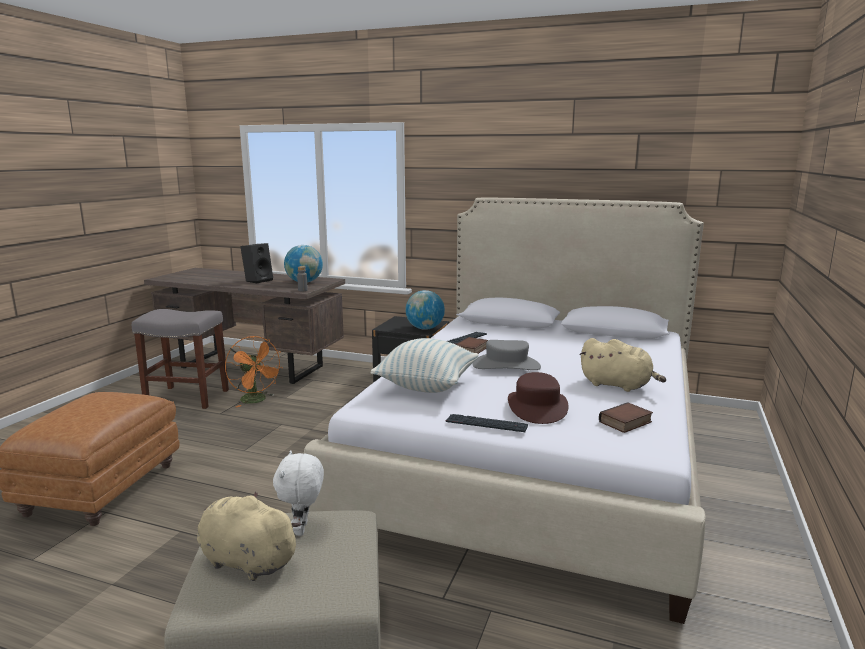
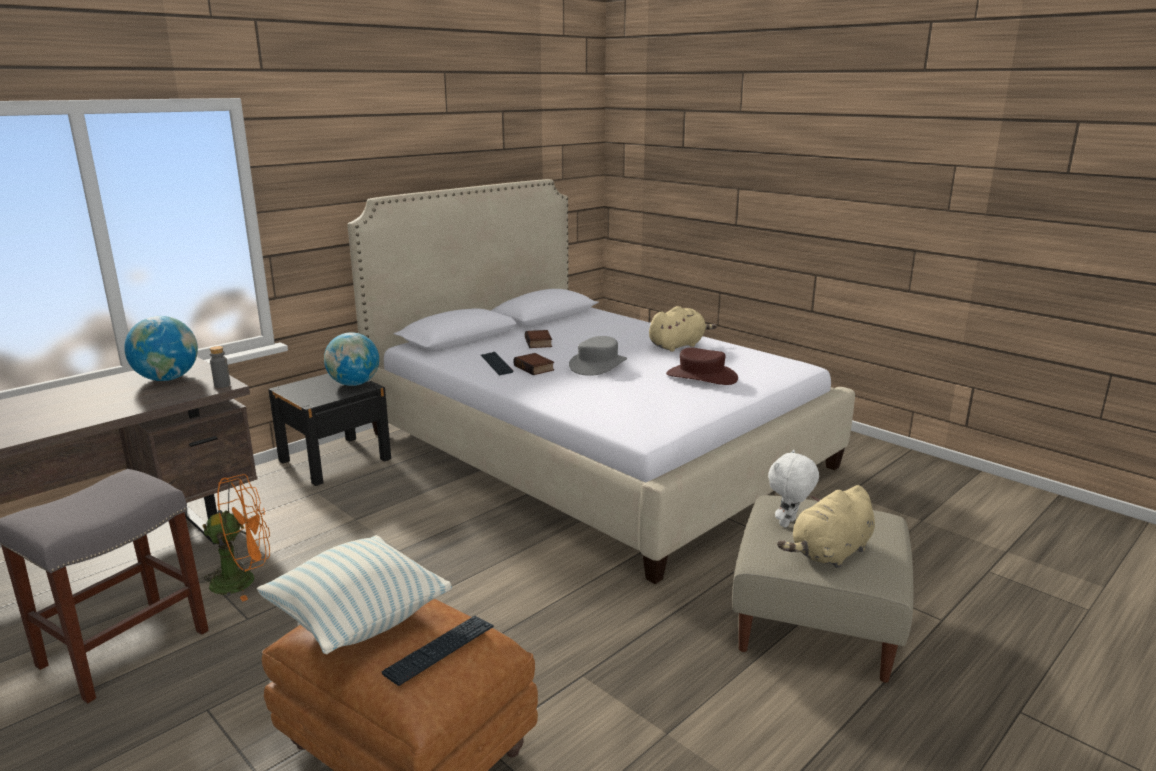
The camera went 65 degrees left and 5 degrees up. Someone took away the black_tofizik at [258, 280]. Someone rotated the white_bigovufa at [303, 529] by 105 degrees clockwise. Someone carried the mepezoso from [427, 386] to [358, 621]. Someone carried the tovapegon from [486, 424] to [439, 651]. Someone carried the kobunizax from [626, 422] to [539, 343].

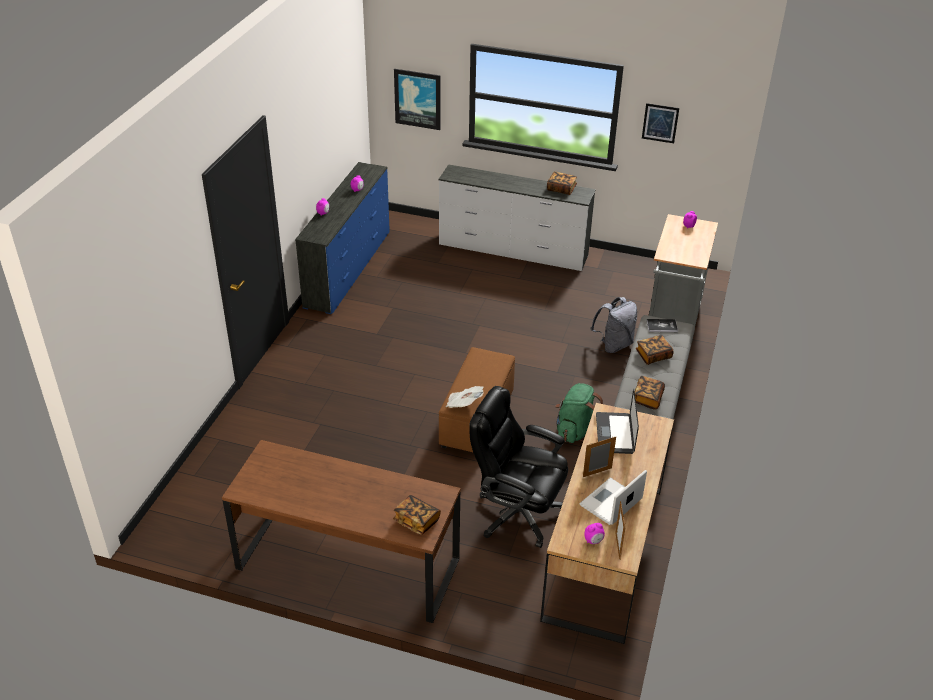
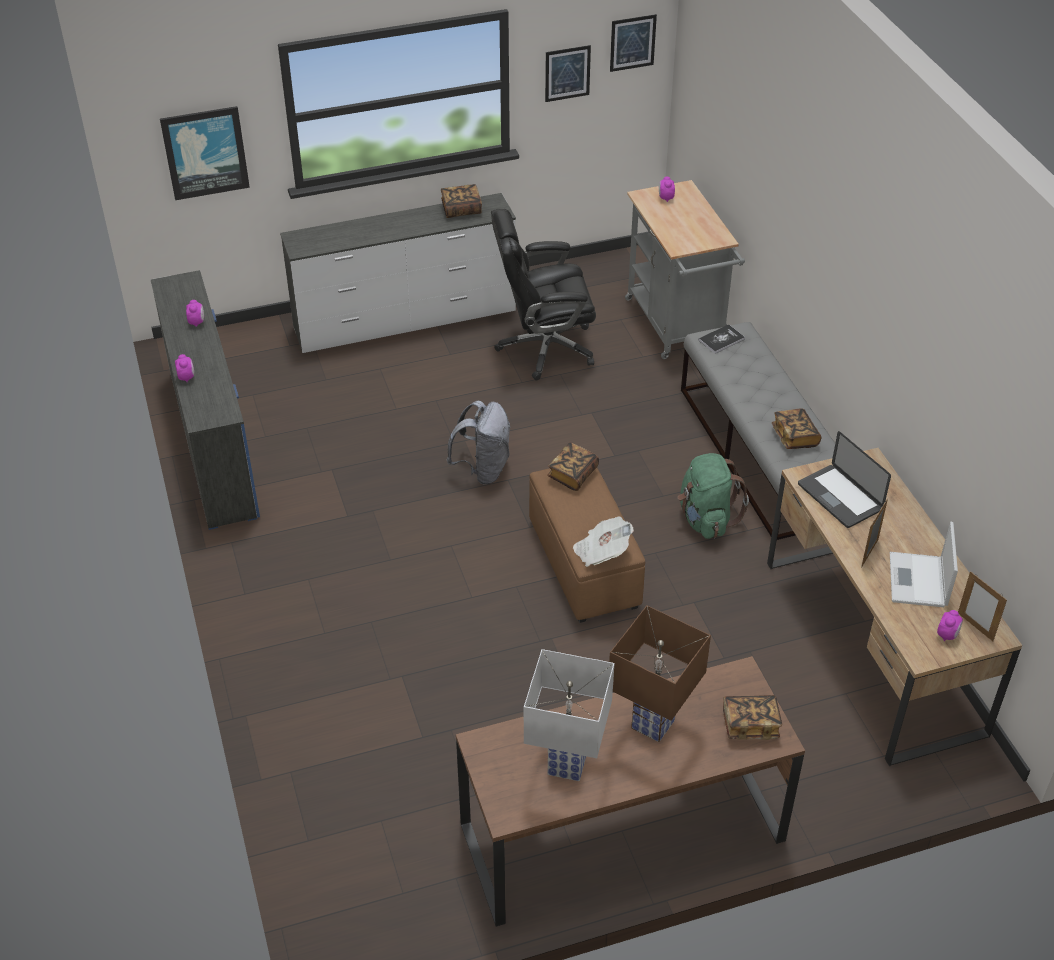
The camera went 35 degrees left and 5 degrees up. Someone carried the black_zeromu from [517, 513] to [544, 348]. Someone carried the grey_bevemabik from [614, 345] to [483, 469]. Someone carried the kobunizax from [653, 356] to [572, 474]. Someone put down the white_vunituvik at [567, 766]. Someone put down the brown_vunituvik at [654, 724]. Someone put up the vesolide at [632, 42].

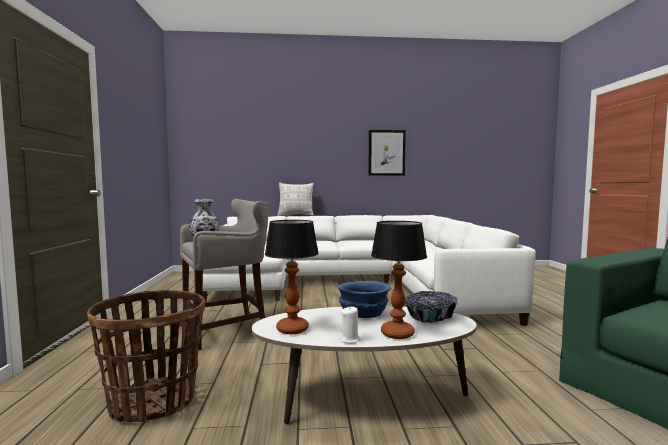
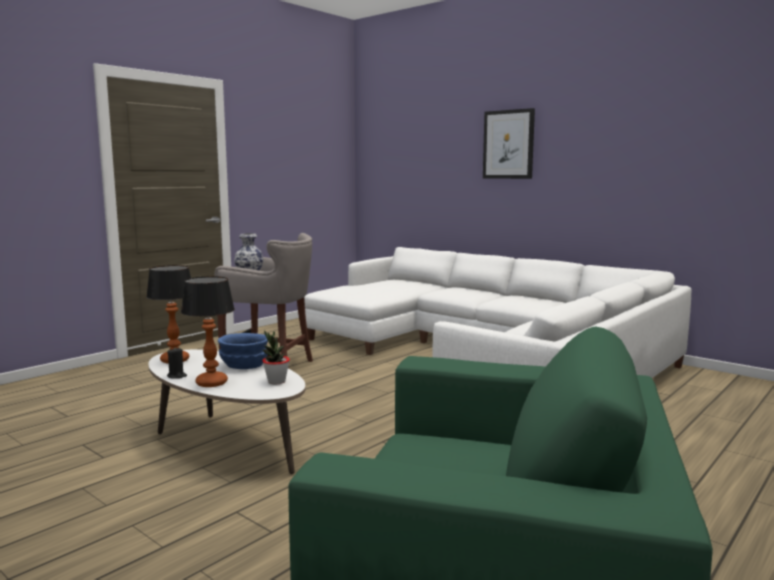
The camera went 45 degrees right and 5 degrees up. Someone took away the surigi at [153, 402]. Someone took away the mepezoso at [296, 215]. Someone repainted the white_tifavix at [350, 340], which became the black_tifavix at [177, 376]. Someone carried the vesolide from [386, 153] to [508, 144]. Someone swapped the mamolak at [429, 316] for the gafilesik at [276, 381].

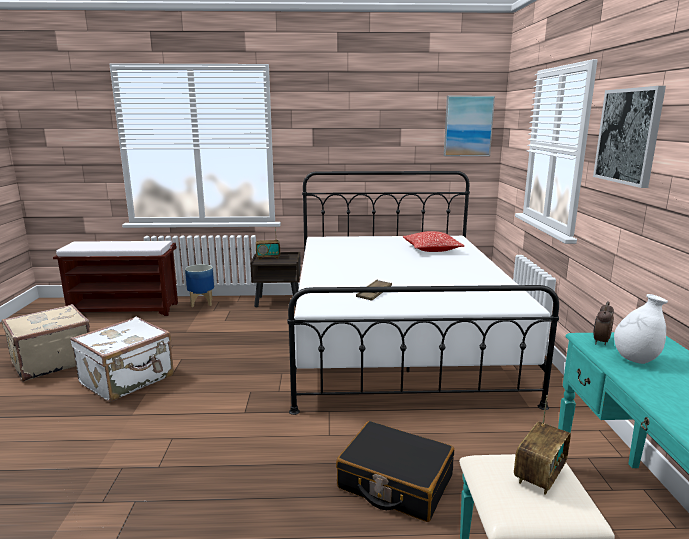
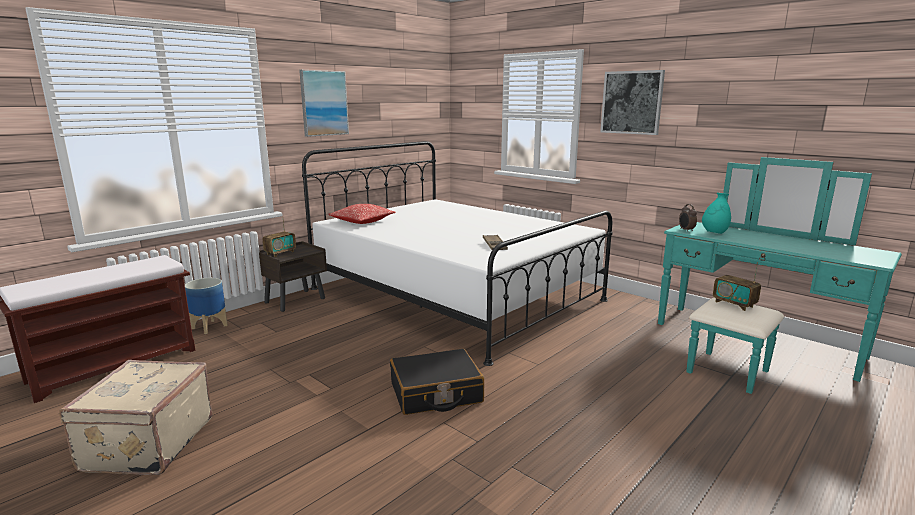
The camera went 45 degrees left and 0 degrees up. Someone took away the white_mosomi at [128, 380]. Someone carried the black_mosomi from [395, 482] to [436, 393]. Someone carried the mepezoso from [431, 249] to [362, 221]. Someone carried the vesolide from [468, 126] to [324, 103]. Someone rotated the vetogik at [539, 475] by 150 degrees clockwise. Someone repainted the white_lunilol at [635, 359], which became the turquoise_lunilol at [714, 233].

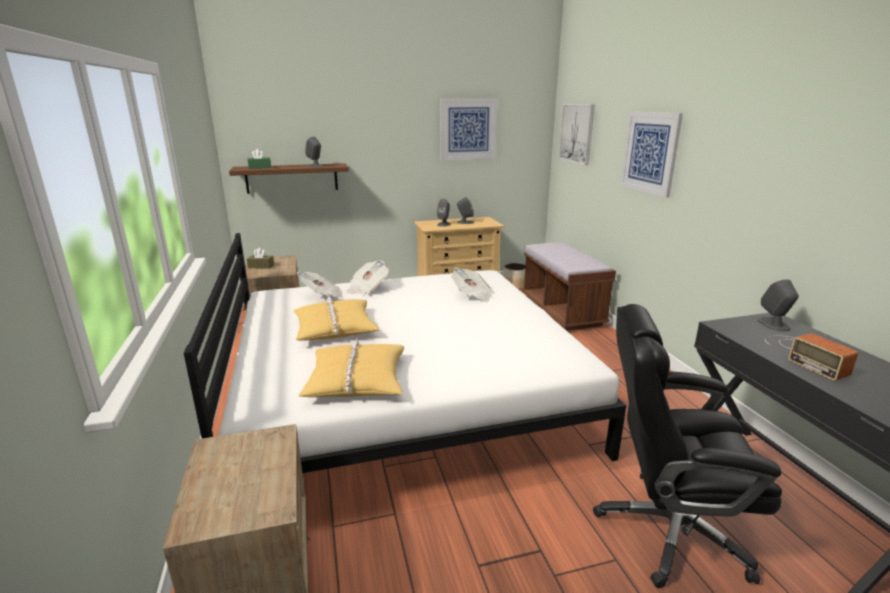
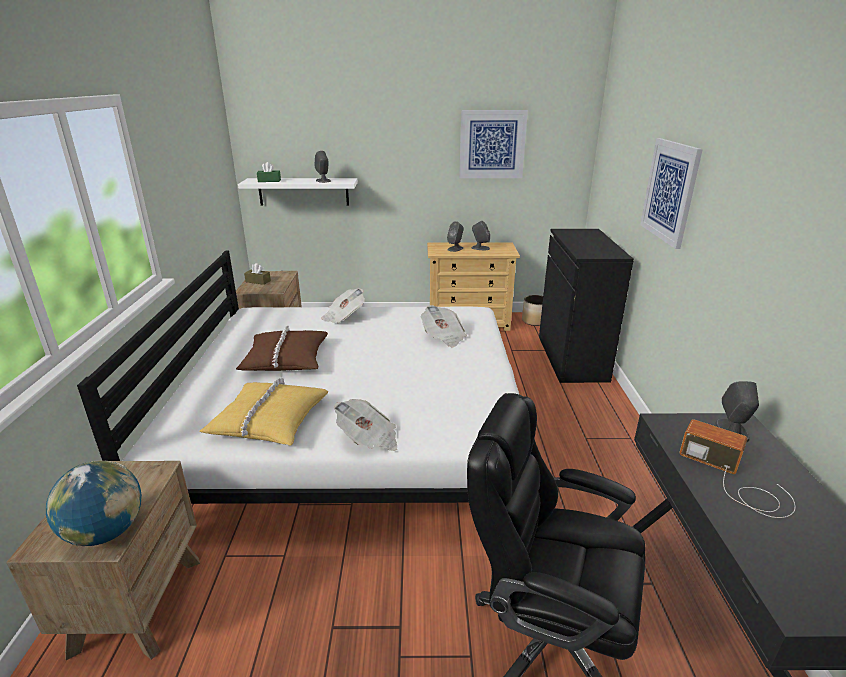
The camera went 15 degrees right and 5 degrees up. Someone repainted the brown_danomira at [292, 178], which became the white_danomira at [303, 191]. Someone repainted the yellow_mepezoso at [335, 328], which became the brown_mepezoso at [285, 359]. Someone carried the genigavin from [322, 295] to [368, 439]. Someone swapped the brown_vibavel at [562, 311] for the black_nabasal at [572, 358]. Someone took away the vesolide at [577, 133]. Someone rotated the vetogik at [804, 355] by 135 degrees clockwise. Someone put down the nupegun at [106, 532].

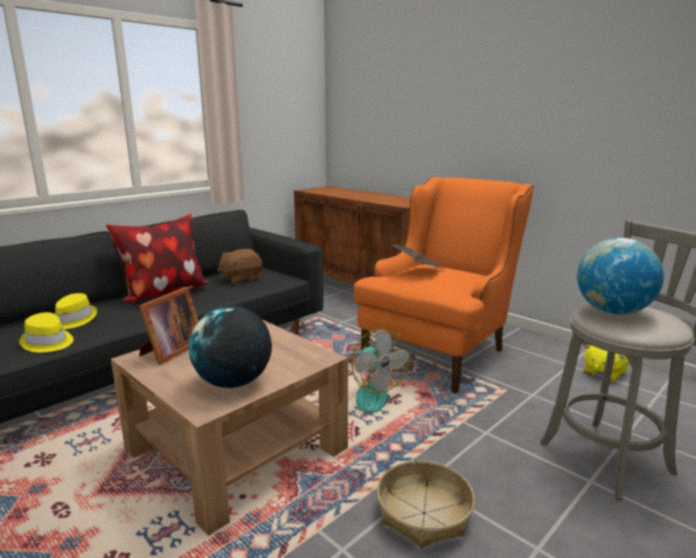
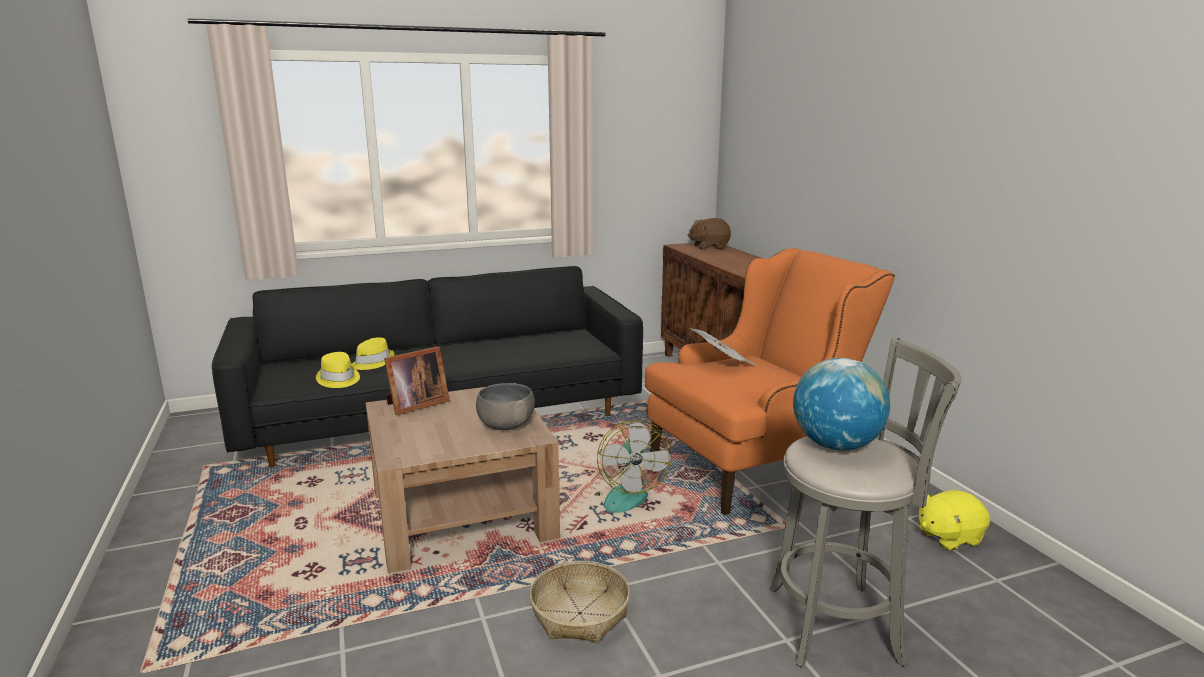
The camera went 25 degrees right and 0 degrees up. Someone took away the mepezoso at [164, 293]. Someone took away the nupegun at [234, 382]. Someone carried the brown_bigovufa from [241, 279] to [709, 247]. Someone put down the grey_mamolak at [506, 425].

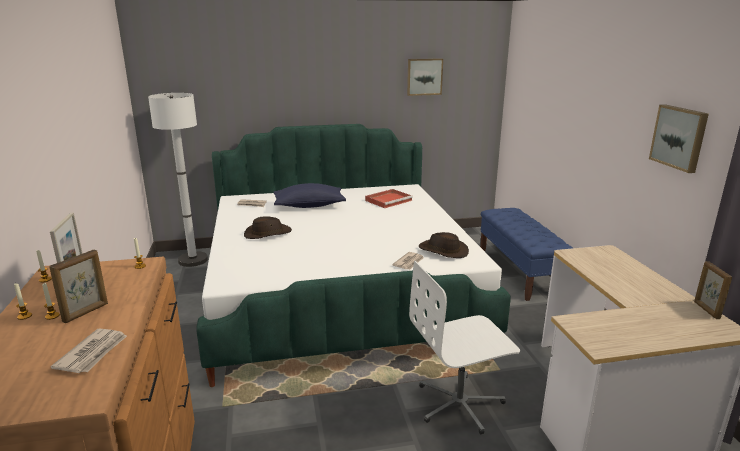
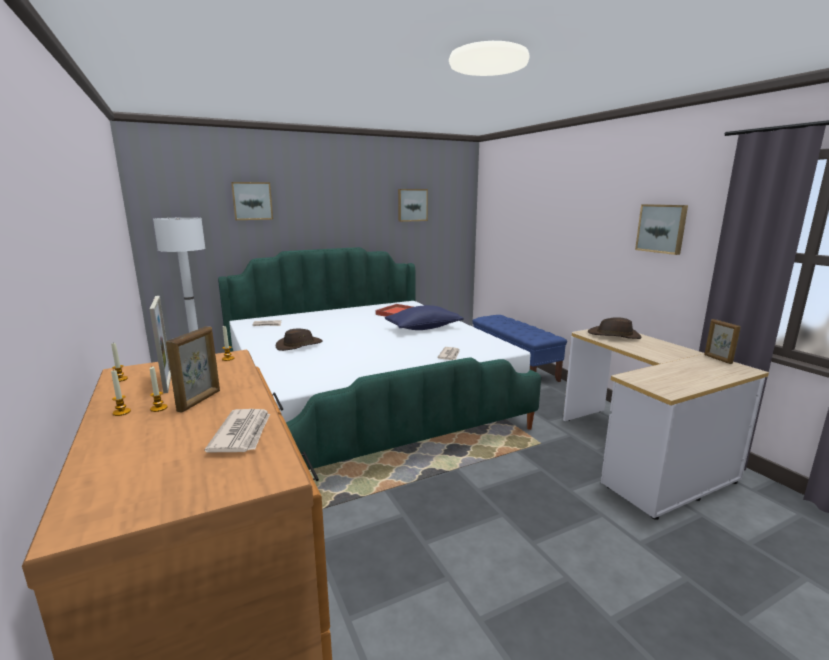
The camera went 15 degrees left and 5 degrees down. Someone carried the blue_mepezoso from [309, 206] to [423, 328]. Someone took away the white_zeromu at [460, 403]. Someone carried the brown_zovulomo from [443, 251] to [614, 335]. Someone put up the vesolide at [252, 201].

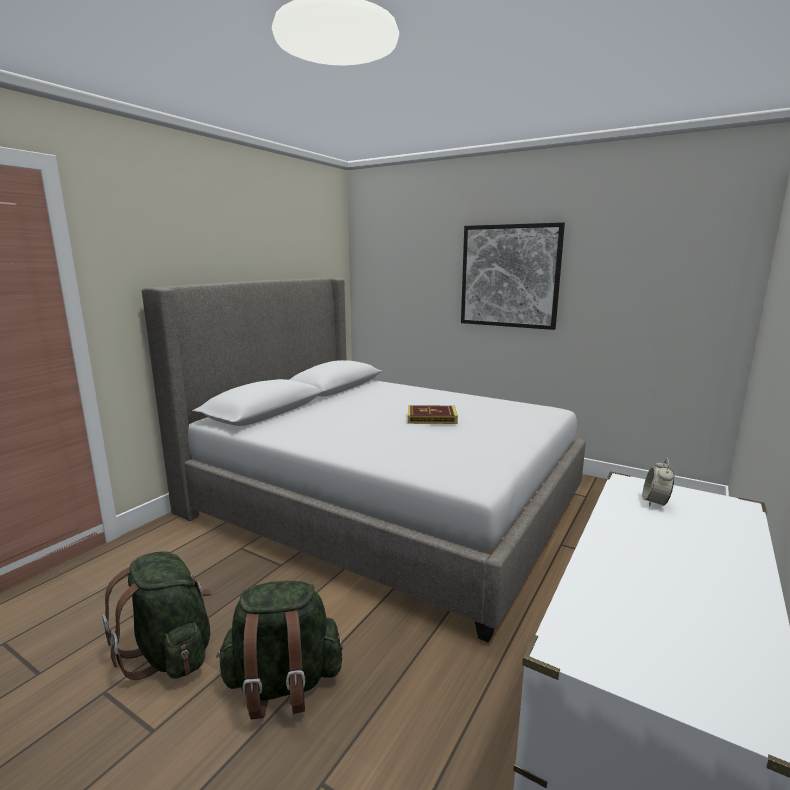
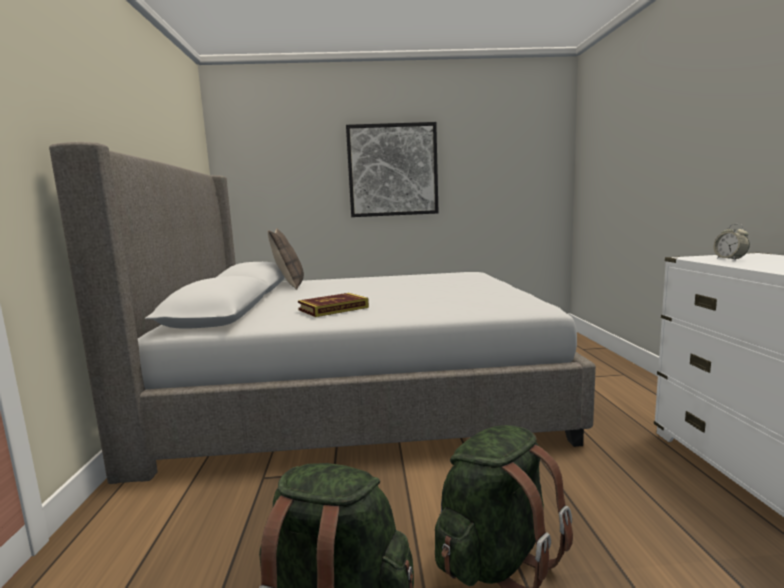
The camera went 35 degrees left and 5 degrees down. Someone carried the kobunizax from [431, 418] to [333, 309]. Someone put down the mepezoso at [289, 285].

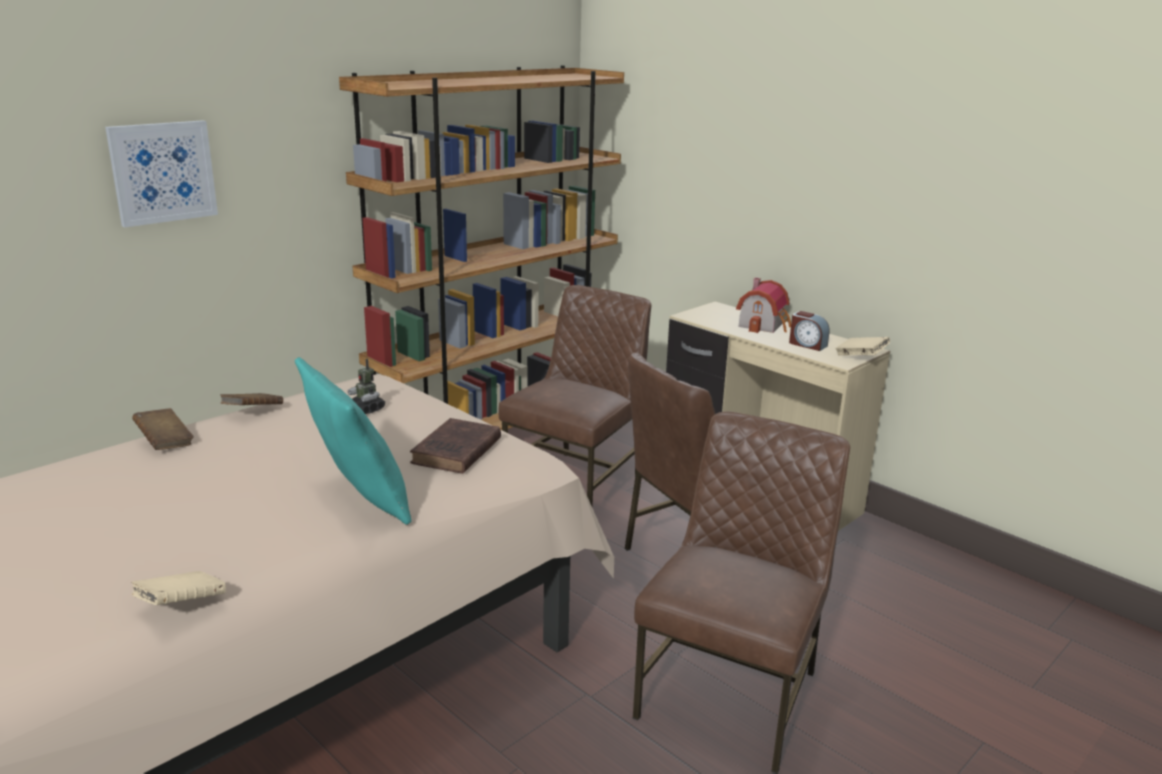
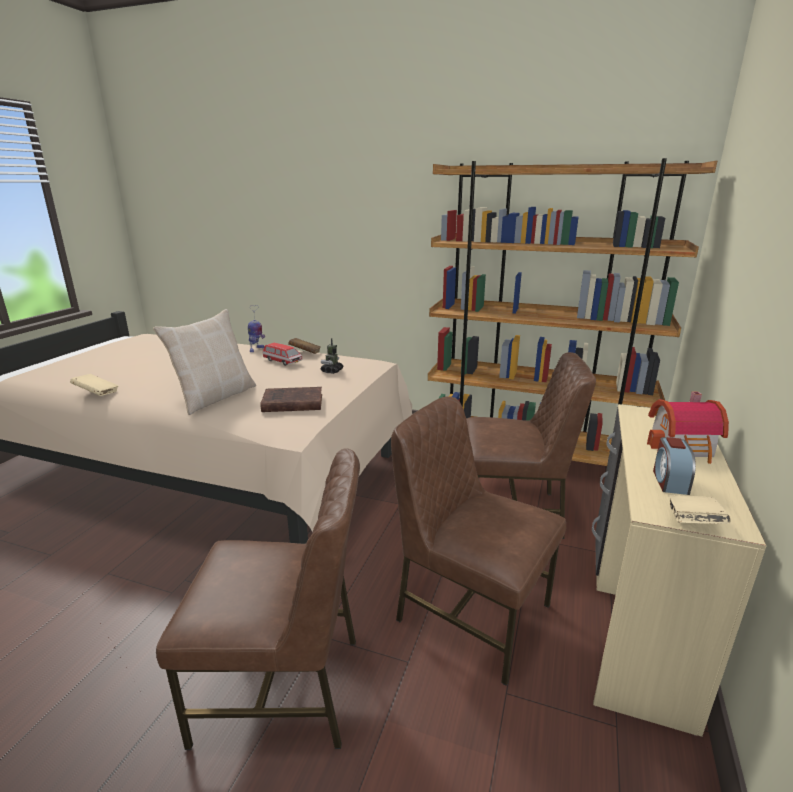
The camera went 65 degrees right and 0 degrees up. Someone took away the vesolide at [162, 172]. Someone swapped the brown_kobunizax at [165, 442] for the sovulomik at [256, 349]. Someone repainted the turquoise_mepezoso at [358, 499], which became the beige_mepezoso at [215, 397]. Someone put down the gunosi at [282, 361].

